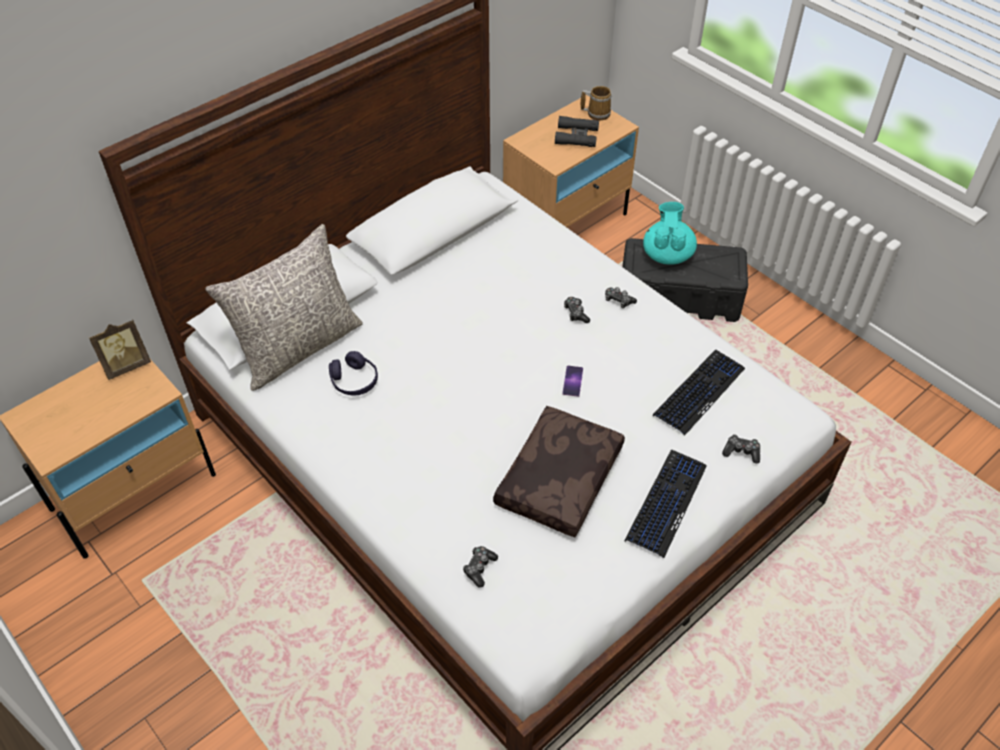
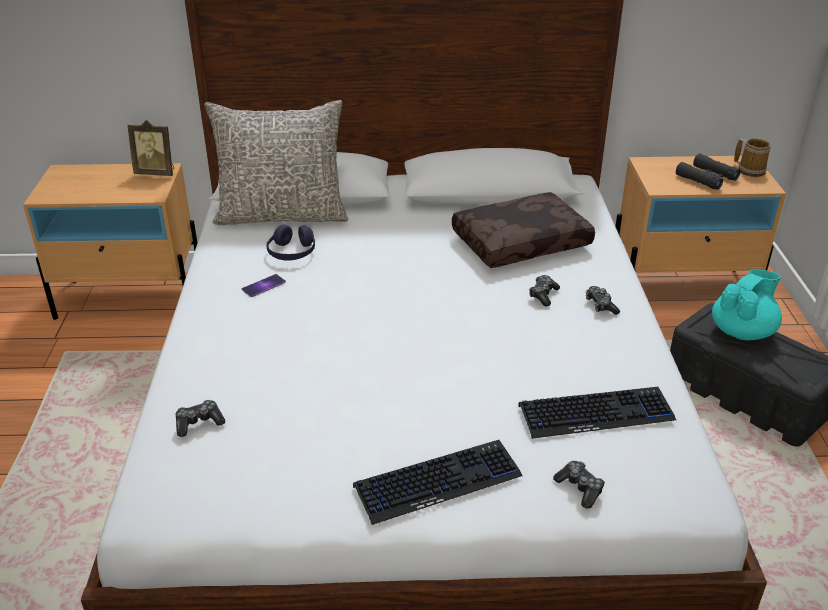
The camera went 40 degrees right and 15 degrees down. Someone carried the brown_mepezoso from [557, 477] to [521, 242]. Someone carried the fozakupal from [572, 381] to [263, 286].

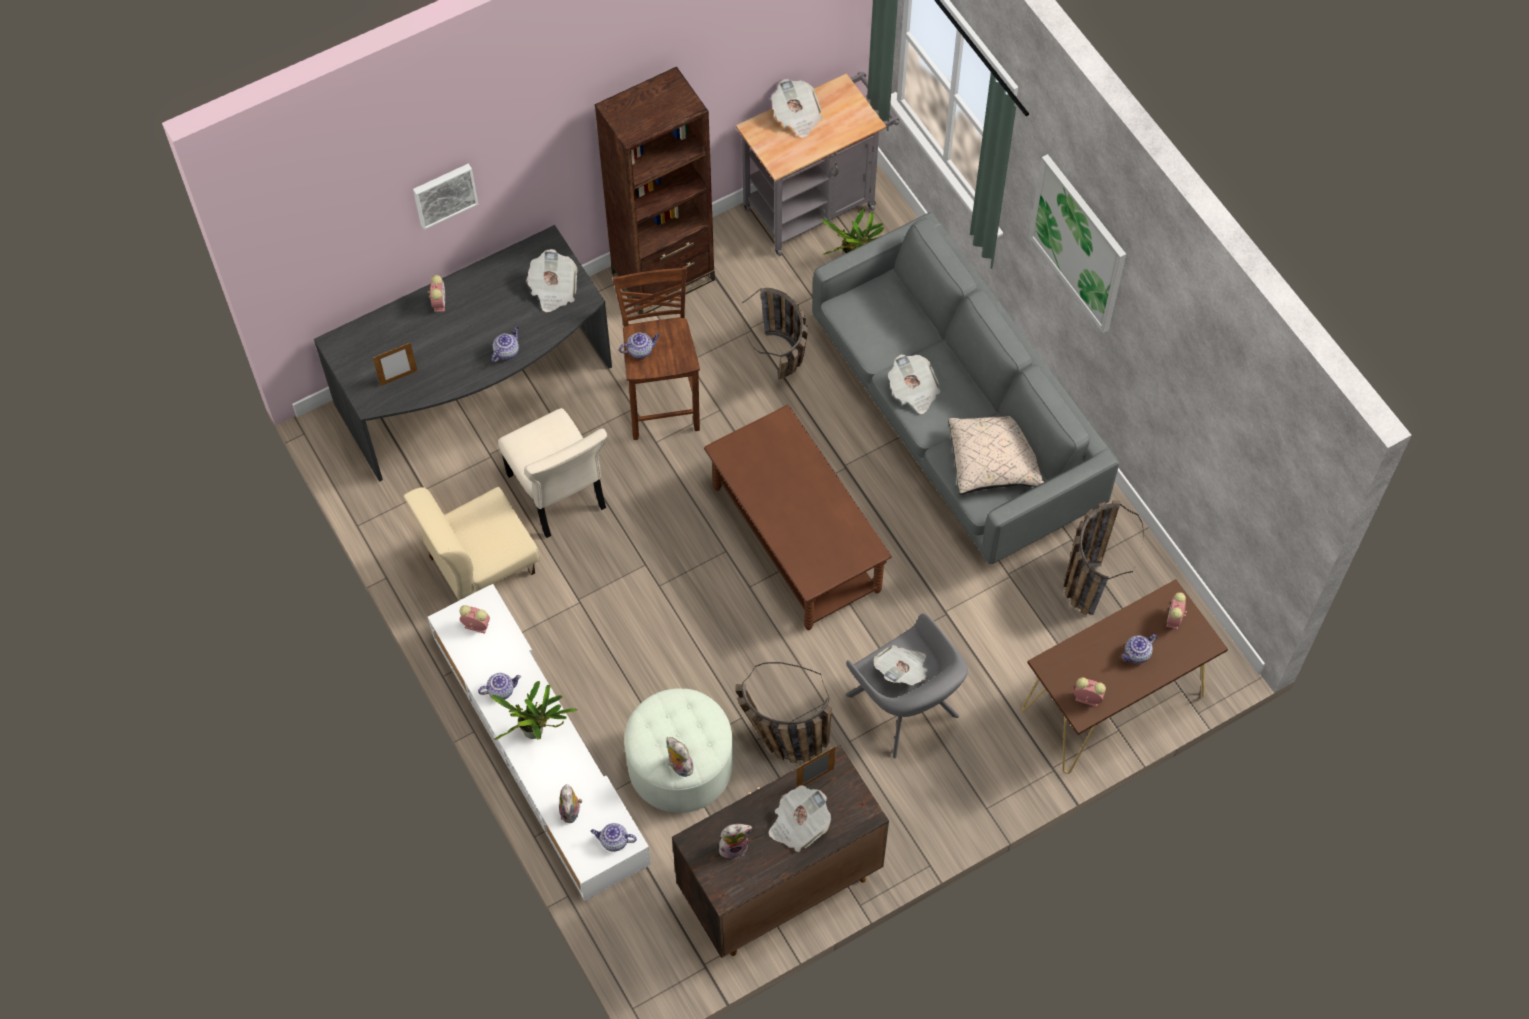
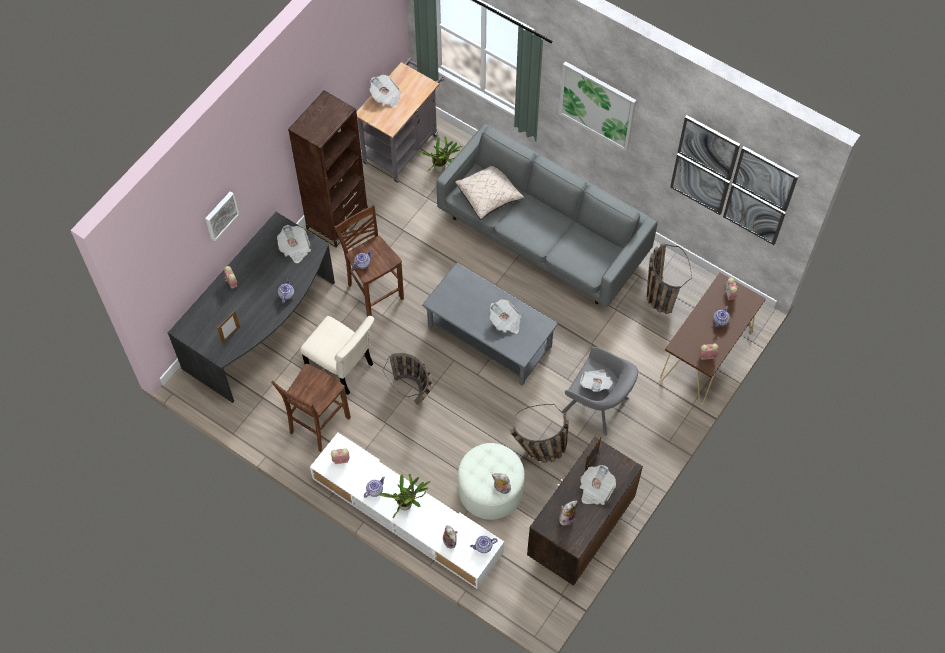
The camera went 25 degrees left and 0 degrees up. Someone swapped the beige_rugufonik at [481, 564] for the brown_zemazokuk at [317, 425]. Someone repainted the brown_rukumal at [796, 539], which became the grey_rukumal at [489, 337]. Someone carried the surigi from [783, 364] to [415, 394]. Someone carried the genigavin from [913, 391] to [505, 321]. Someone carried the beige_mepezoso from [994, 461] to [489, 195]. Someone put up the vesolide at [732, 180].

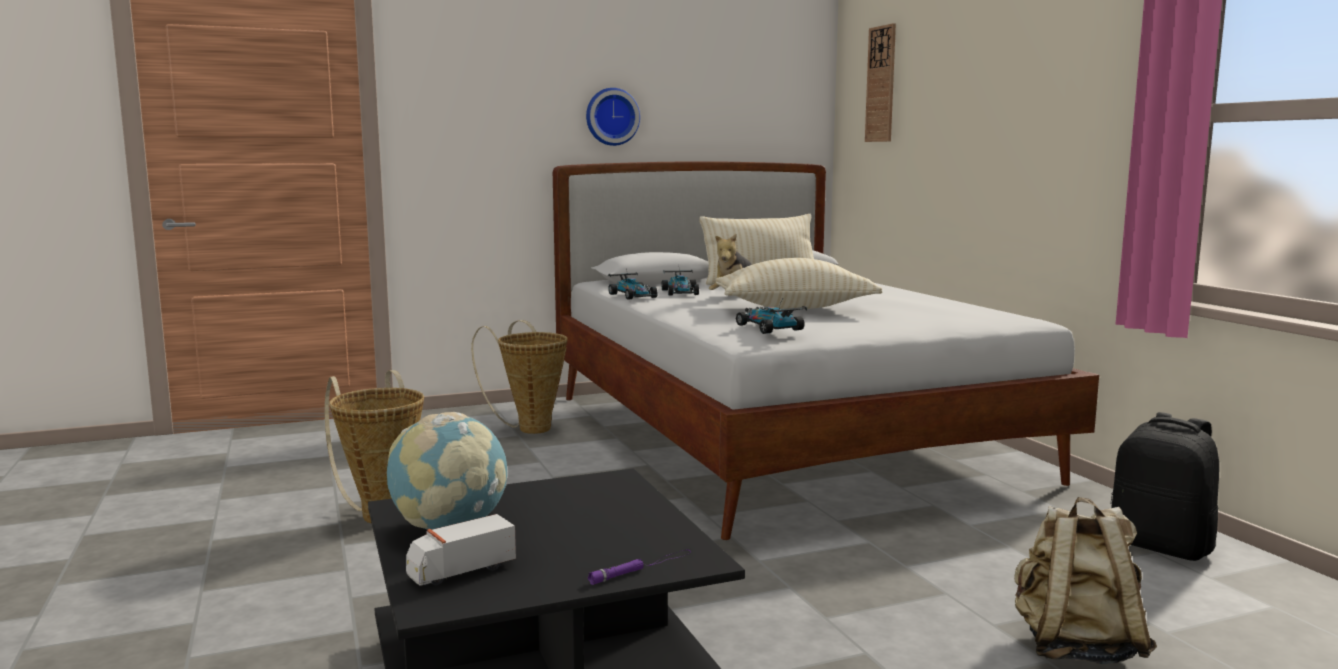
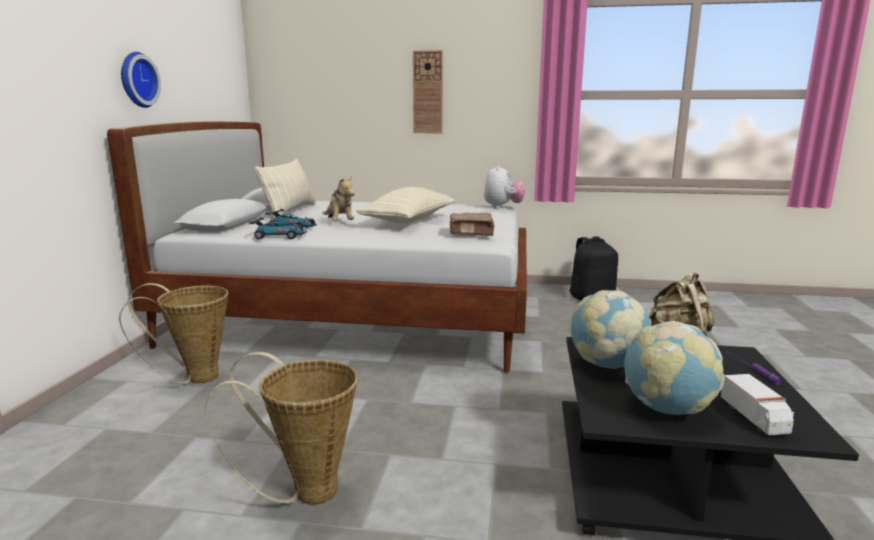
The camera went 60 degrees left and 5 degrees up. Someone swapped the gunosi at [768, 328] for the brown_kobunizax at [472, 233]. Someone carried the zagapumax from [881, 84] to [428, 92]. Someone put down the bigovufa at [503, 207]. Someone put down the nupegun at [607, 364].

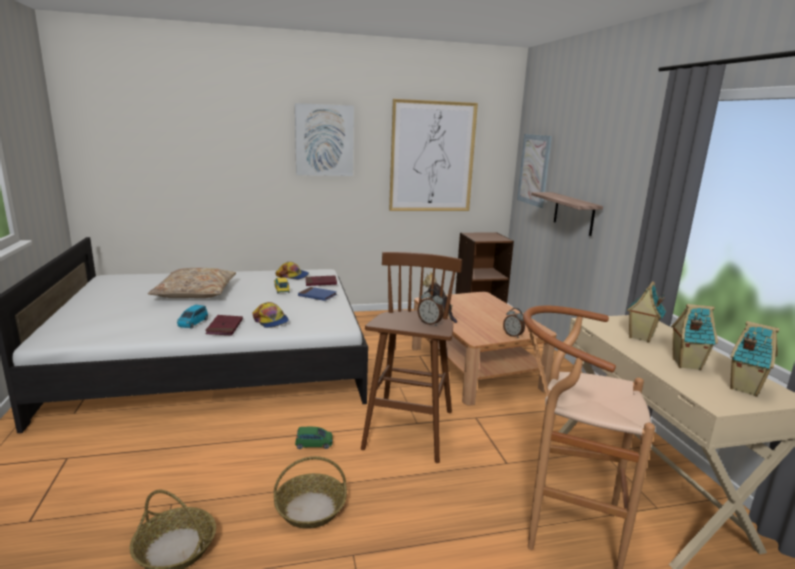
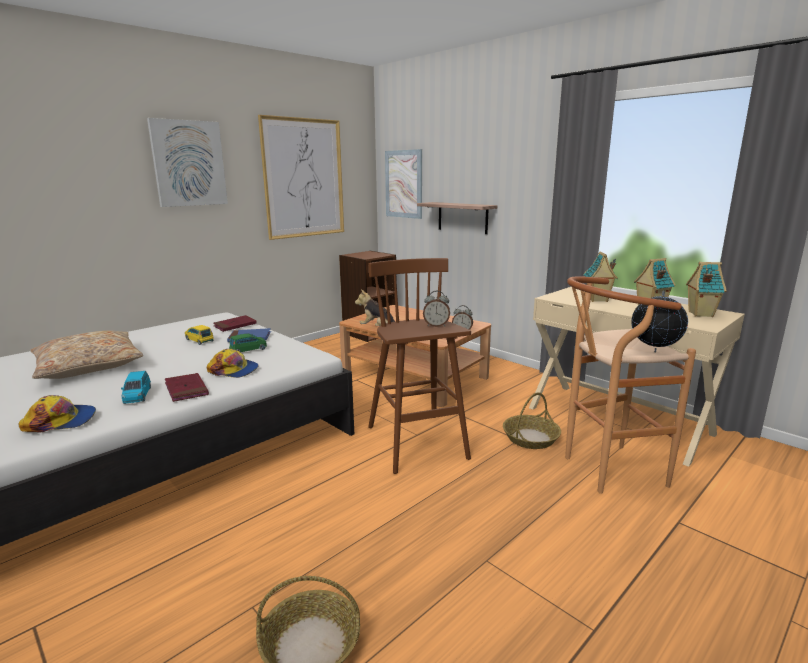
The camera went 30 degrees left and 0 degrees up. Someone carried the surigi from [311, 508] to [530, 438]. Someone carried the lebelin from [293, 276] to [61, 421]. Someone carried the green_gunosi from [314, 444] to [248, 350]. Someone put down the nupegun at [654, 352].

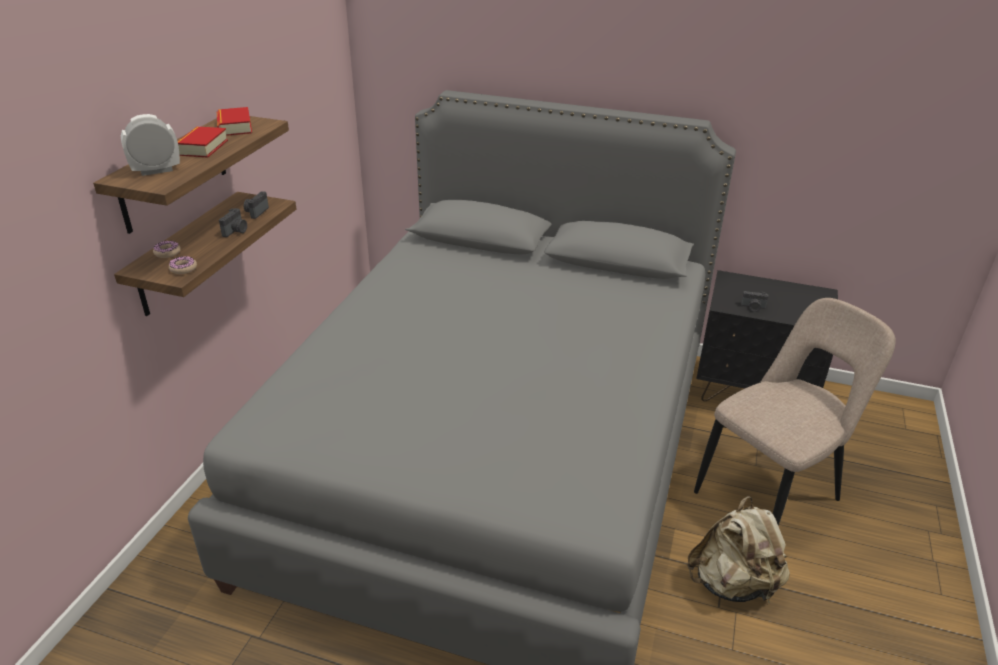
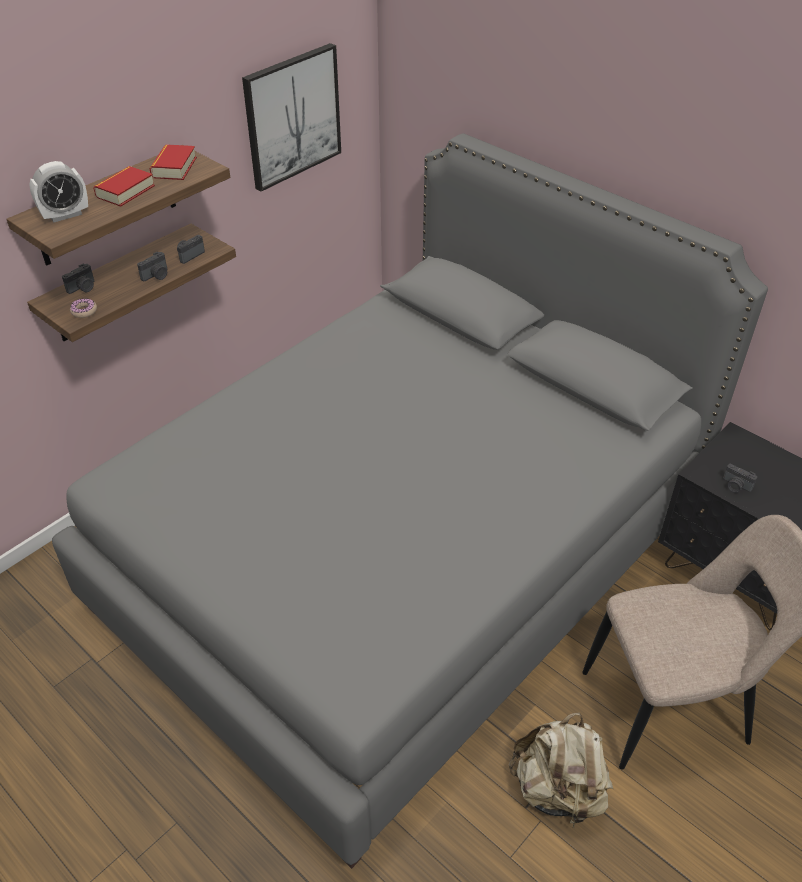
The camera went 25 degrees right and 10 degrees up. Someone rotated the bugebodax at [156, 170] by 150 degrees clockwise. Someone swapped the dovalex at [167, 253] for the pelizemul at [83, 288]. Someone put up the vesolide at [292, 116].

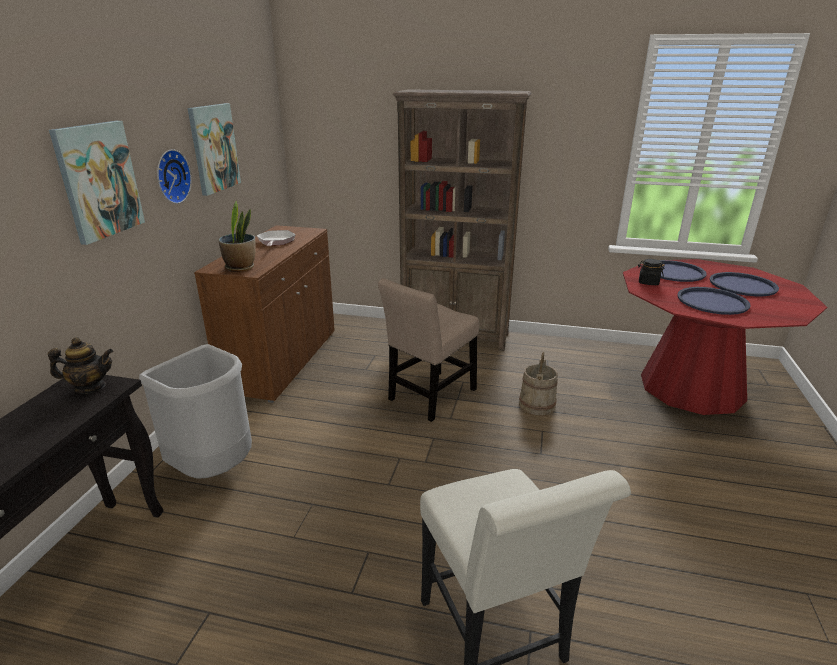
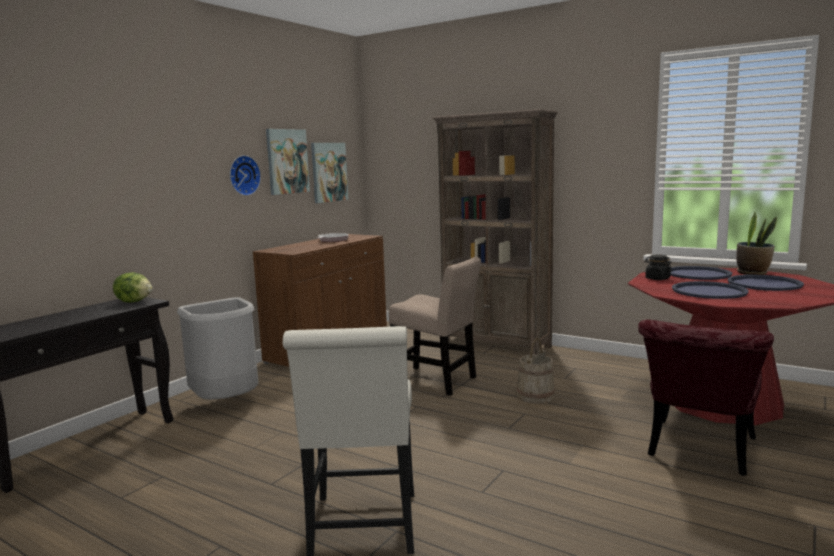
The camera went 20 degrees right and 15 degrees down. Someone swapped the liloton at [90, 387] for the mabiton at [135, 301]. Someone carried the vesolide from [98, 180] to [328, 172]. Someone carried the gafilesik from [241, 267] to [753, 273]. Someone rotated the beige_rugufonik at [430, 397] by 120 degrees counterclockwise. Someone put down the red_rugufonik at [699, 452].

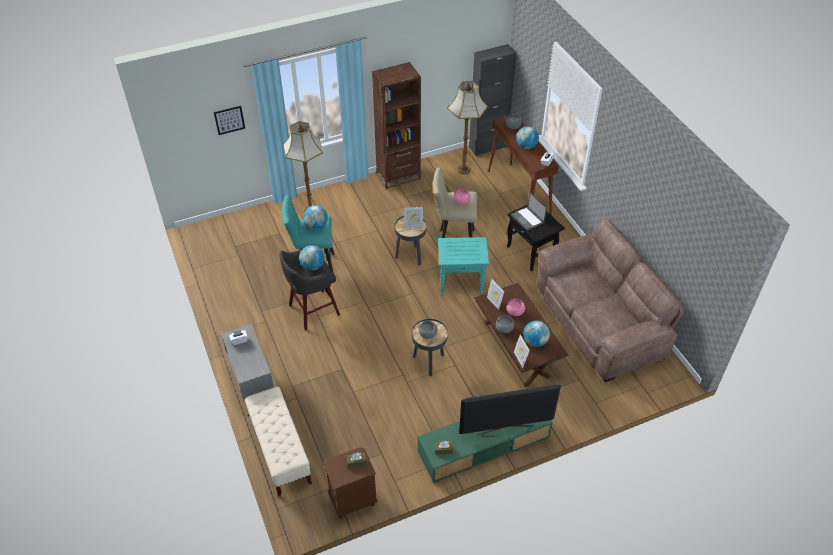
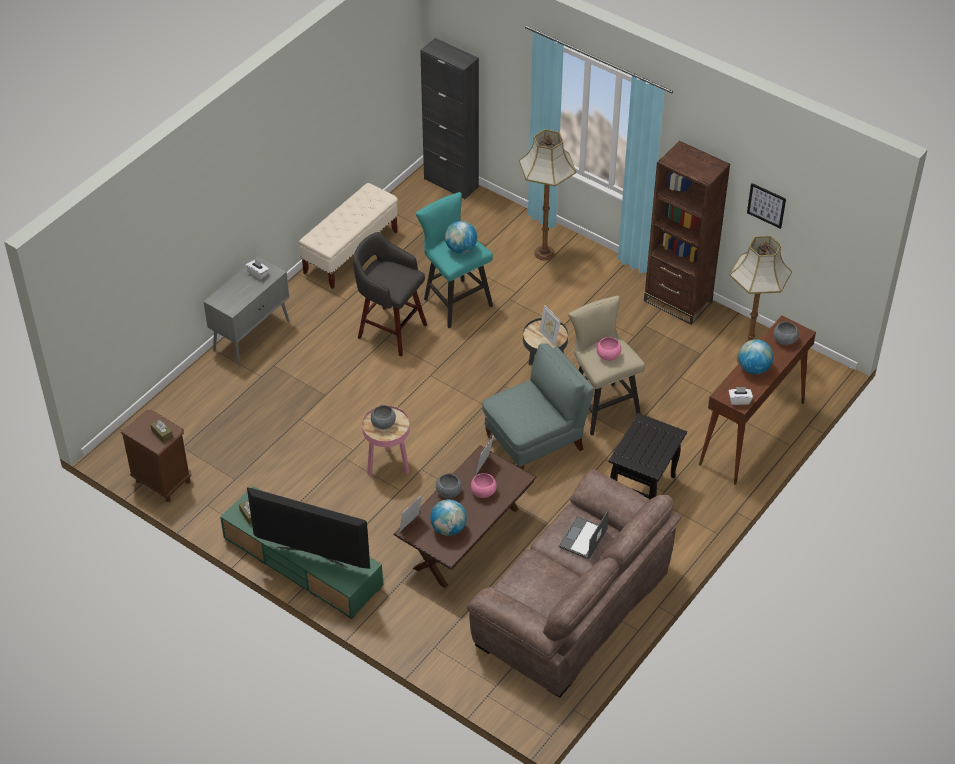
The camera went 60 degrees right and 0 degrees up. Someone carried the vesolide from [229, 120] to [766, 205]. Someone carried the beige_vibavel from [280, 451] to [351, 252]. Someone took away the nupegun at [312, 266]. Someone repainted the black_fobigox at [429, 362], which became the pink_fobigox at [387, 465]. Someone swapped the turquoise_fobigox at [462, 283] for the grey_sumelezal at [535, 443]. Someone rotated the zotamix at [506, 429] by 150 degrees clockwise. Someone carried the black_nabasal from [488, 147] to [451, 183]. Someone carried the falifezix from [528, 218] to [582, 538].

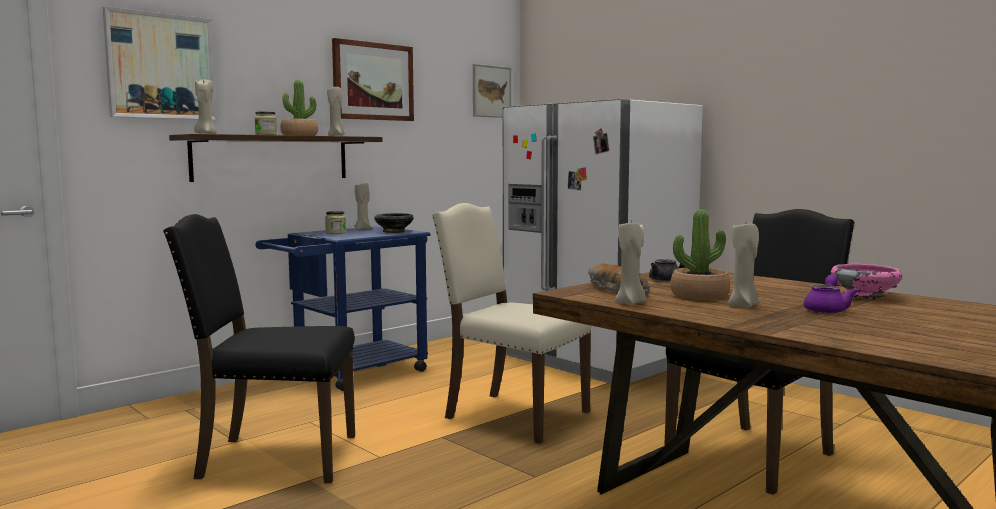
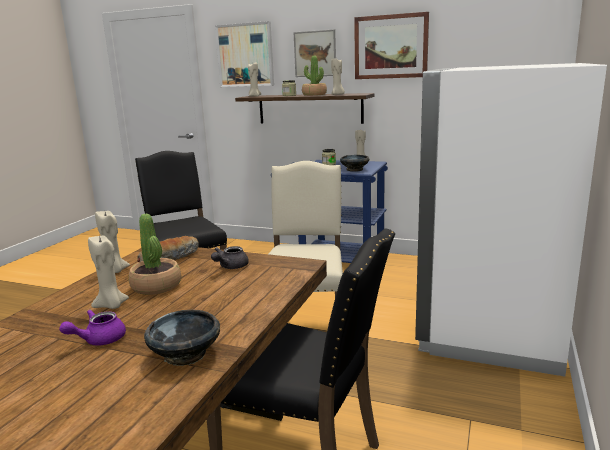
The camera went 65 degrees right and 10 degrees up. Someone carried the vesolide from [491, 91] to [315, 54]. Someone rotated the purple_liloton at [827, 310] by 135 degrees clockwise. Someone repainted the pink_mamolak at [865, 296], which became the black_mamolak at [185, 354].

